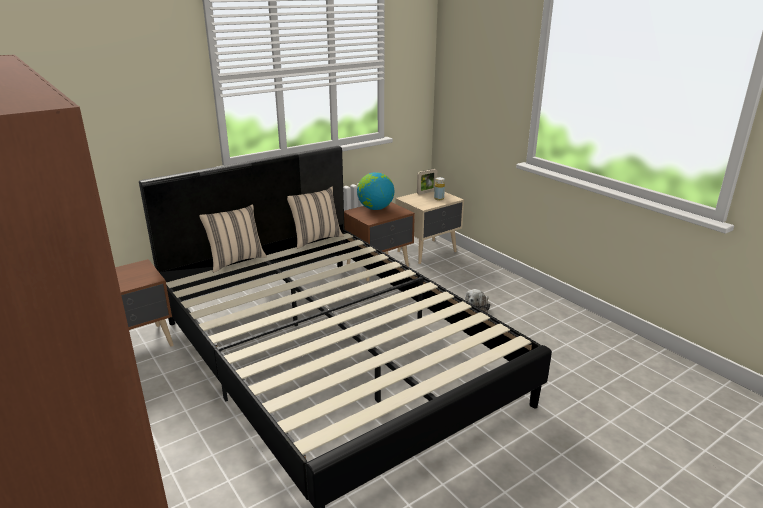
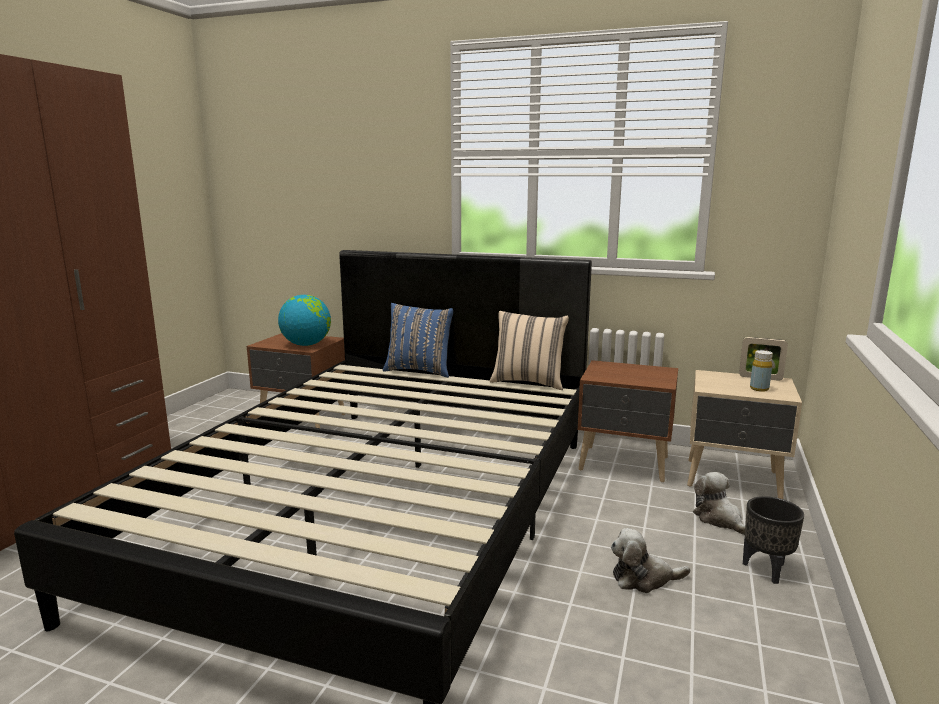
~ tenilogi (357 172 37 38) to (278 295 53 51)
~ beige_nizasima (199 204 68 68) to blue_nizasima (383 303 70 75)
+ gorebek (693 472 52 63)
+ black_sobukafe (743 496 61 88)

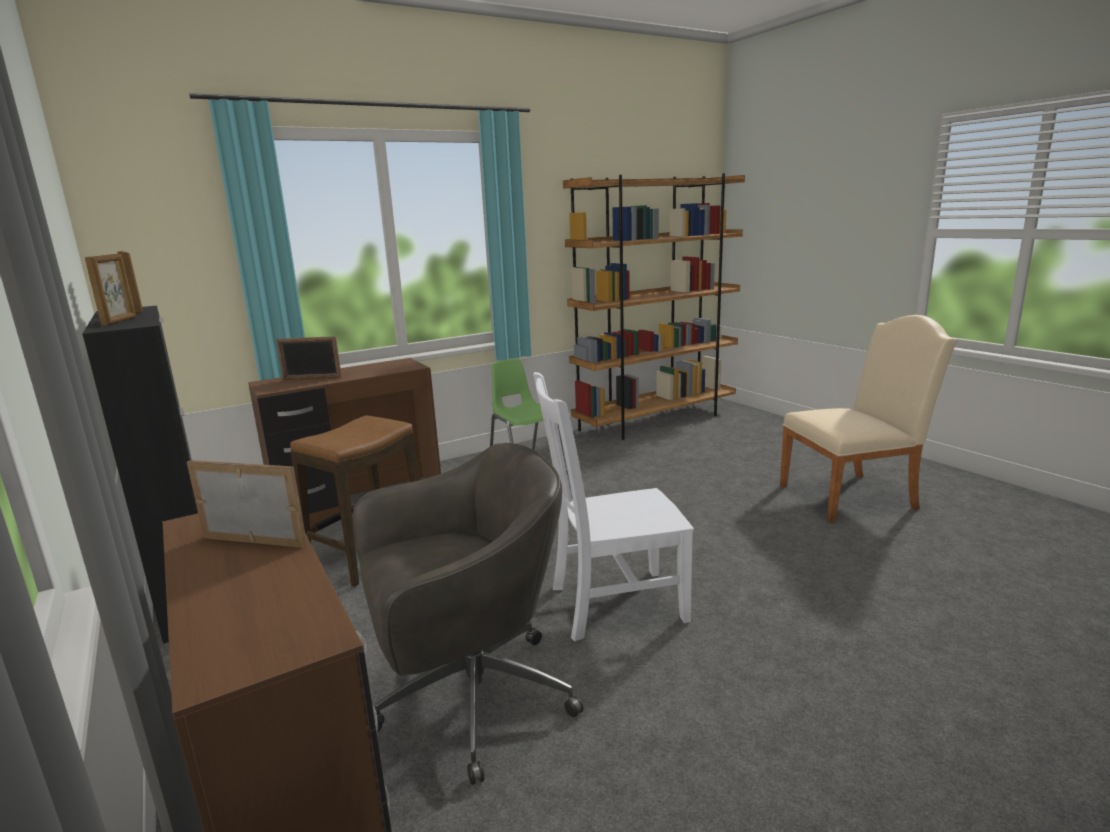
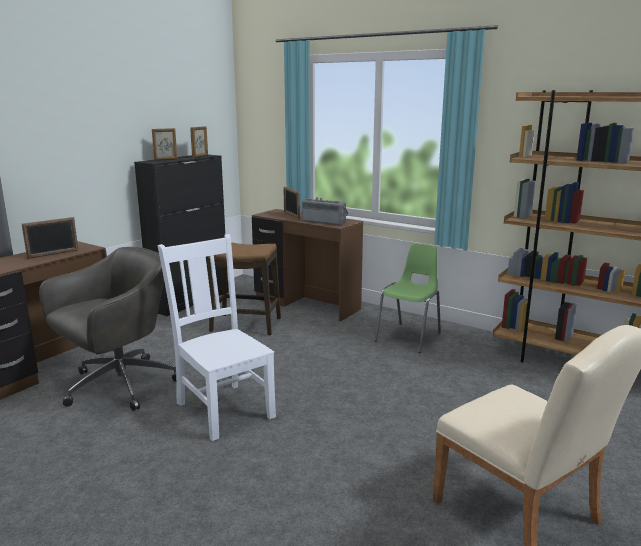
~ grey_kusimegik (352 443 231 342) = (39 247 137 164) 90 degrees counterclockwise
~ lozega (187 460 120 88) = (22 217 56 42) 60 degrees clockwise
+ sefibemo (302 197 46 29)

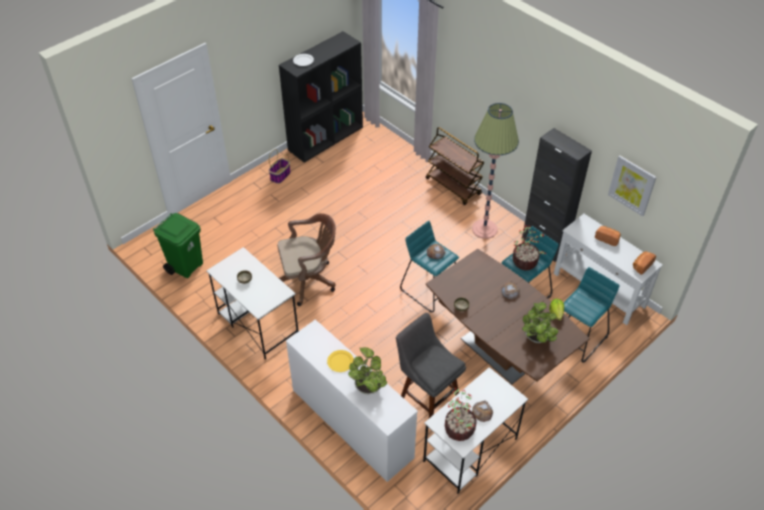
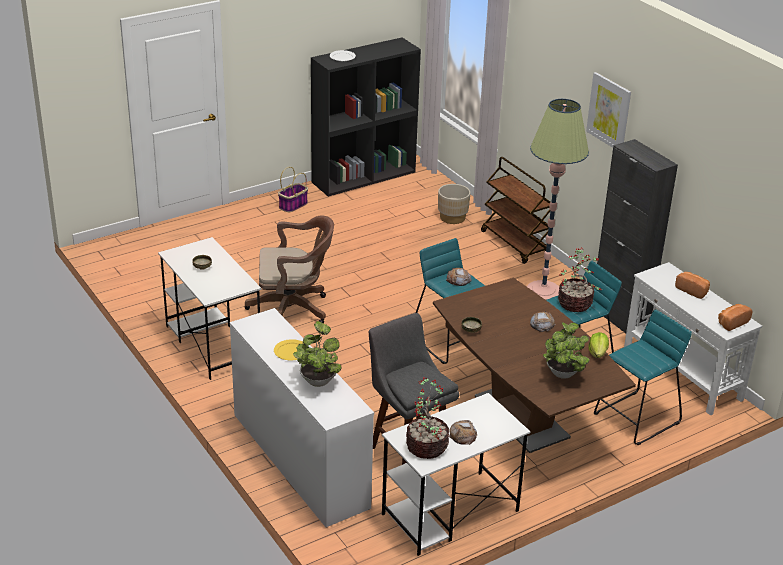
~ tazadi (608 156 48 60) to (586 72 45 76)
- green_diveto (153 213 50 65)
+ beige_sobukafe (438 184 32 40)

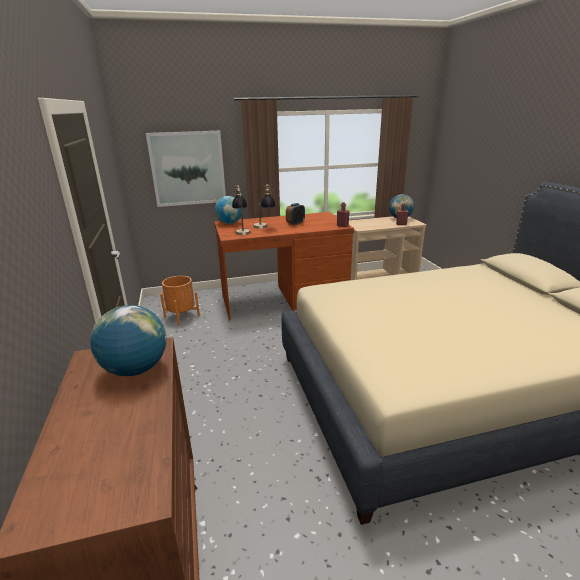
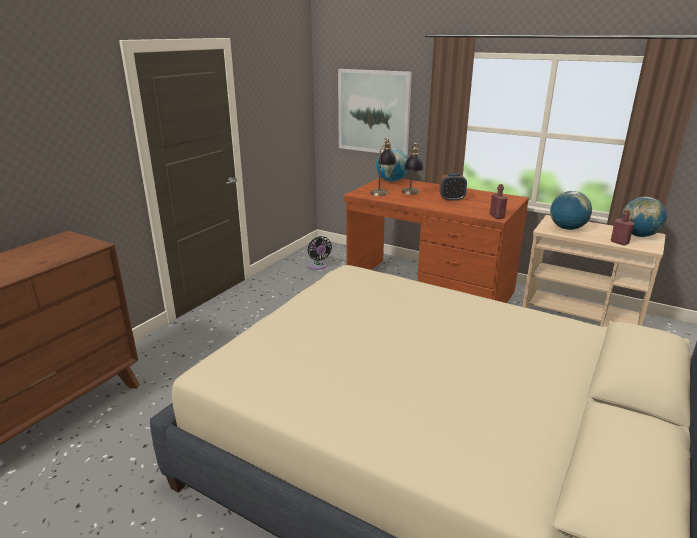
~ orange_sobukafe (160 276 40 49) to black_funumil (308 236 24 34)
~ tenilogi (90 305 77 71) to (550 191 42 39)

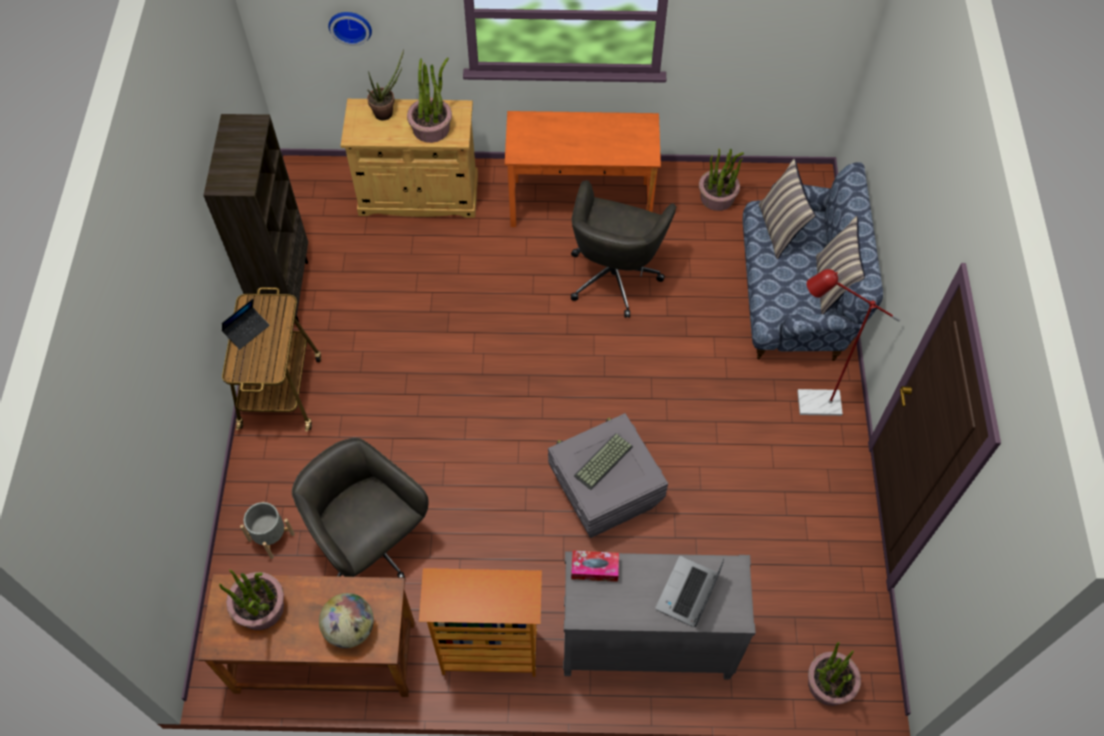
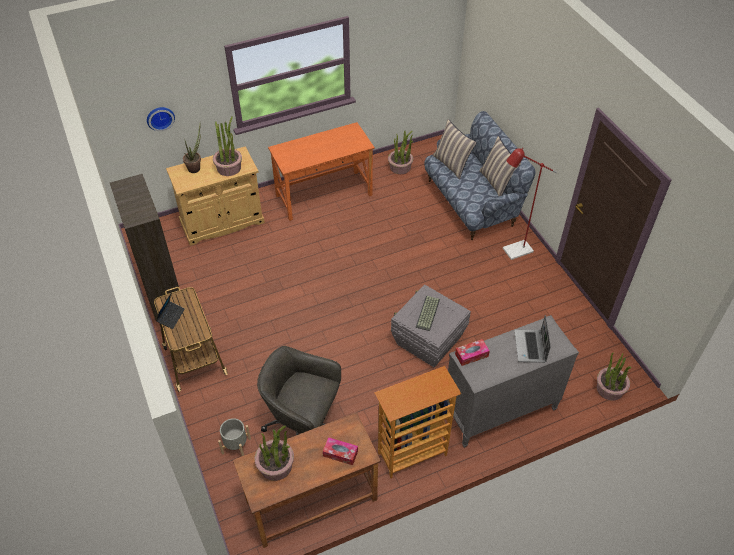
- grey_kusimegik (571 180 106 138)
~ tenilogi (319 593 55 55) to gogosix (323 437 35 28)

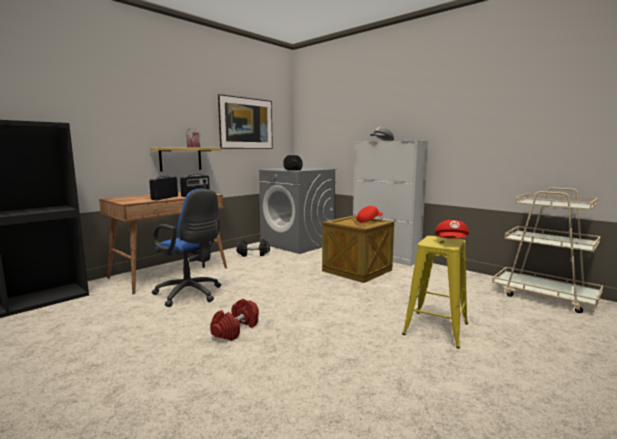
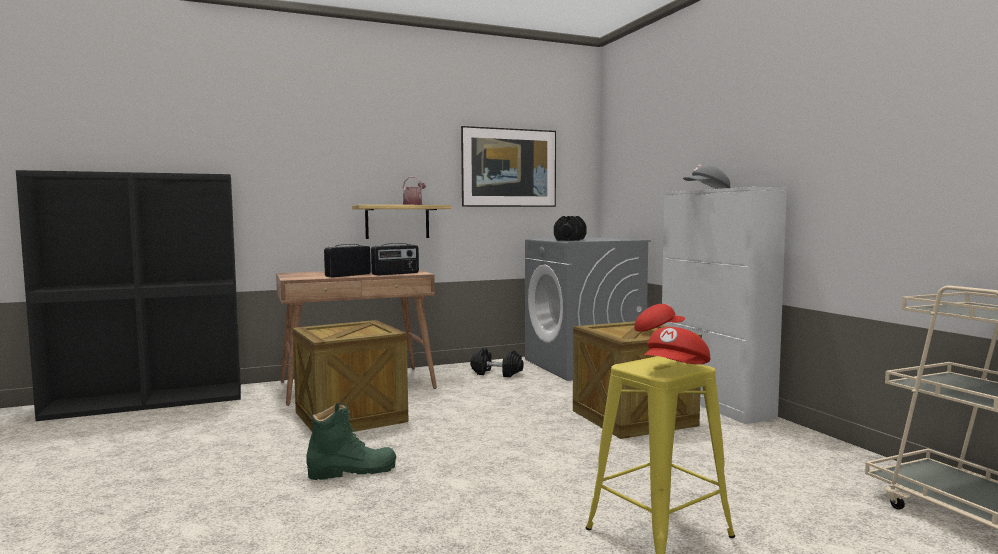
~ blue_kusimegik (152 189 69 118) to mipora (293 320 116 112)
~ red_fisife (210 299 49 42) to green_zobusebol (307 404 89 76)

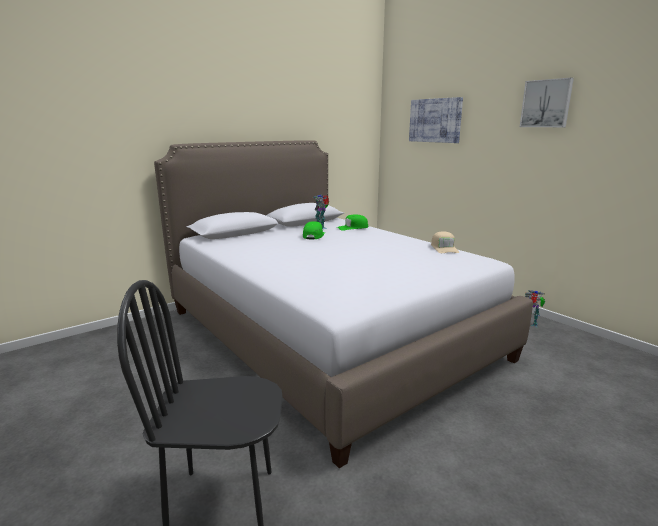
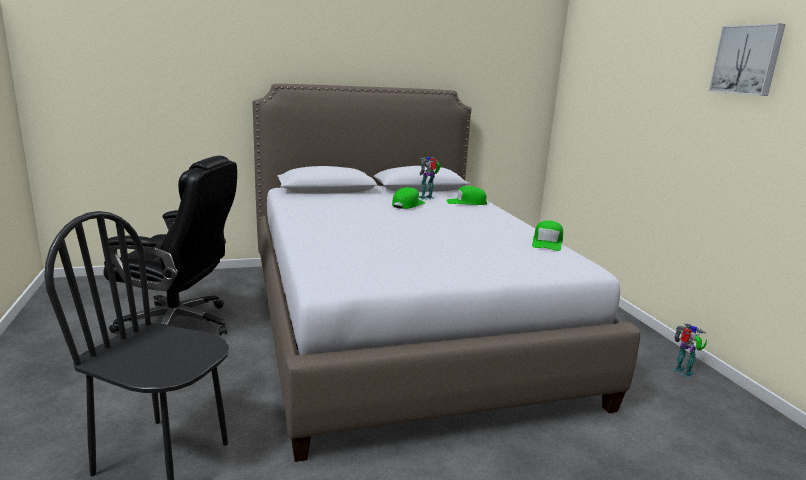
- tazadi (409 97 54 46)
~ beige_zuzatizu (431 232 28 21) to green_zuzatizu (532 220 31 31)
+ black_kusimegik (104 156 133 179)

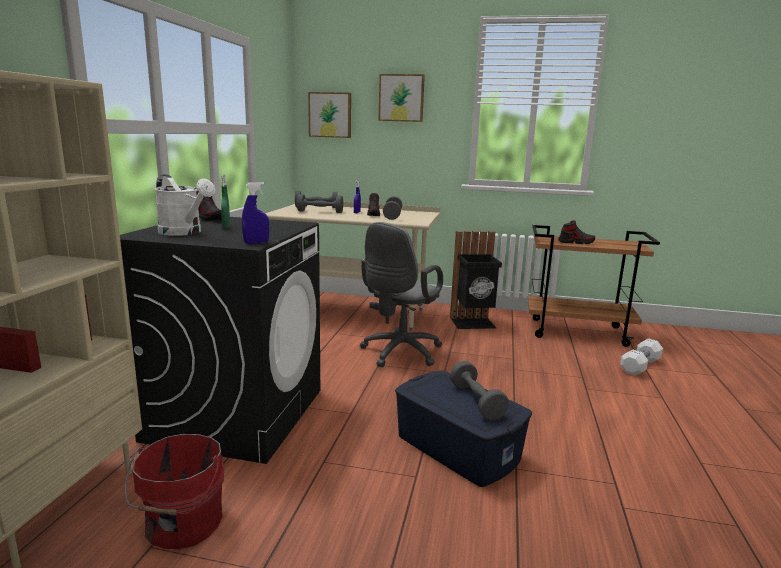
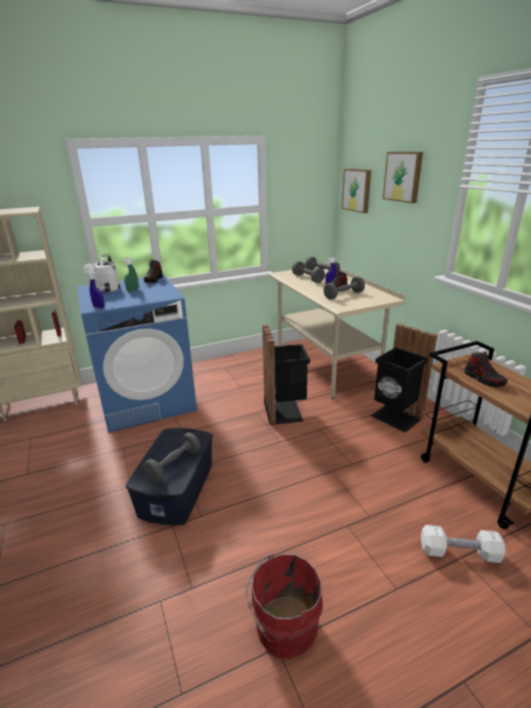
~ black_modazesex (120 217 200 247) to blue_modazesex (77 275 120 158)
~ grey_kusimegik (360 222 83 145) to black_diveto (262 325 48 100)
~ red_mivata (125 434 99 115) to (245 554 78 105)

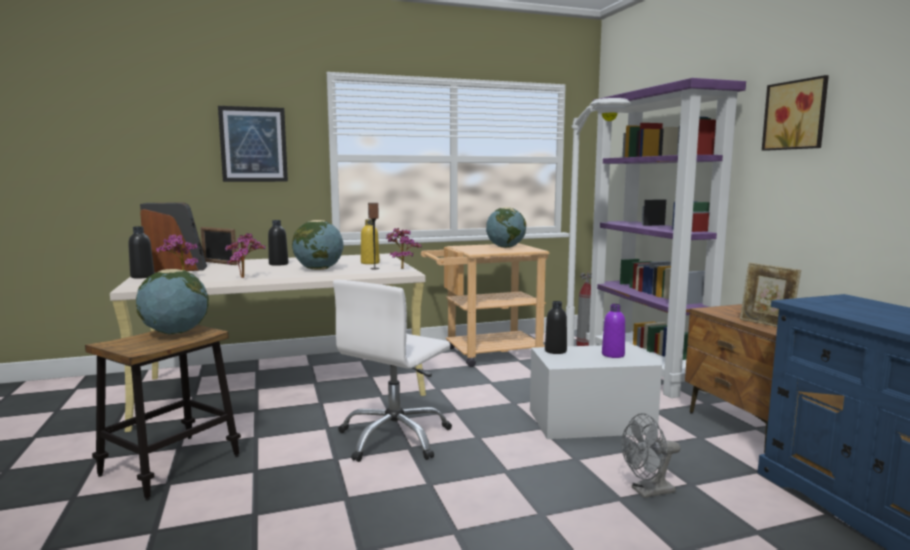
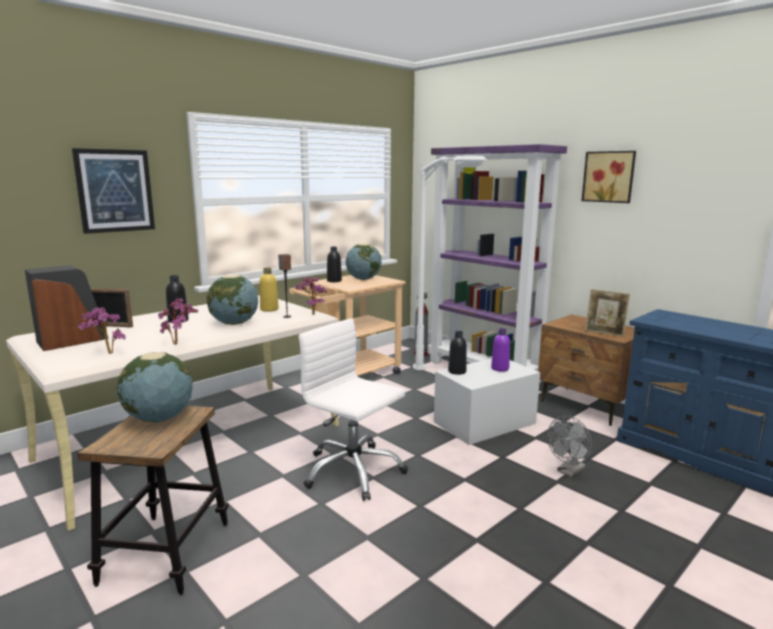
~ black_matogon (128 226 27 53) to (327 247 15 35)
~ white_kusimegik (333 280 119 182) = (299 319 109 182) 120 degrees clockwise

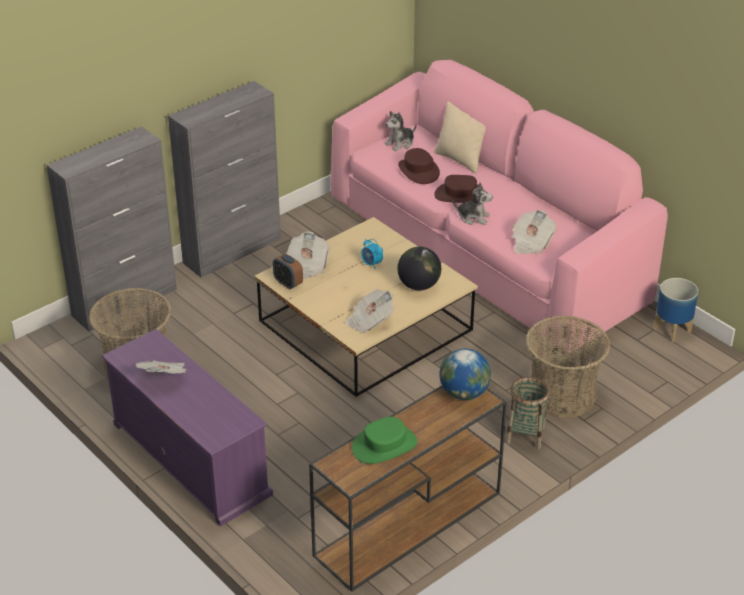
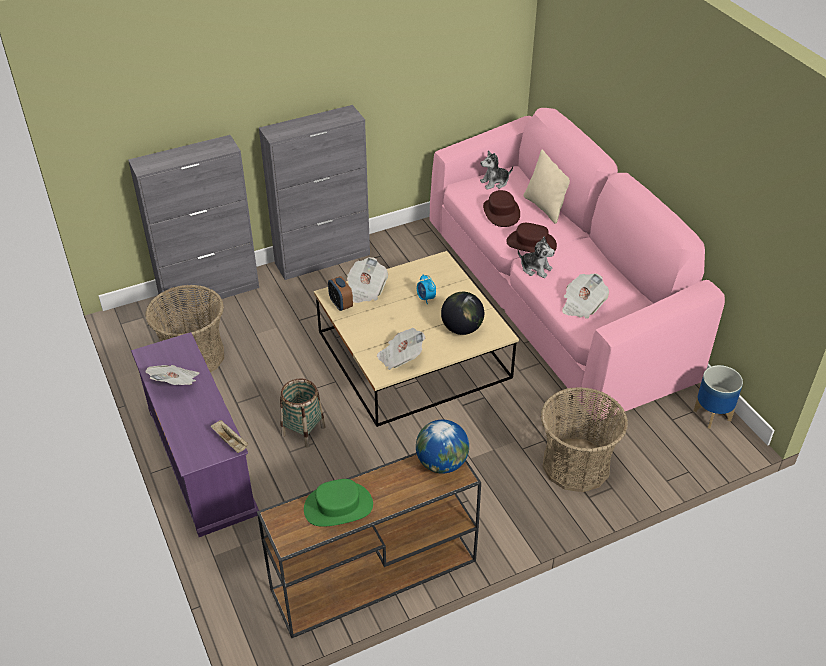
~ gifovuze (506 377 43 72) to (280 378 45 70)
+ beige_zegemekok (211 420 37 33)

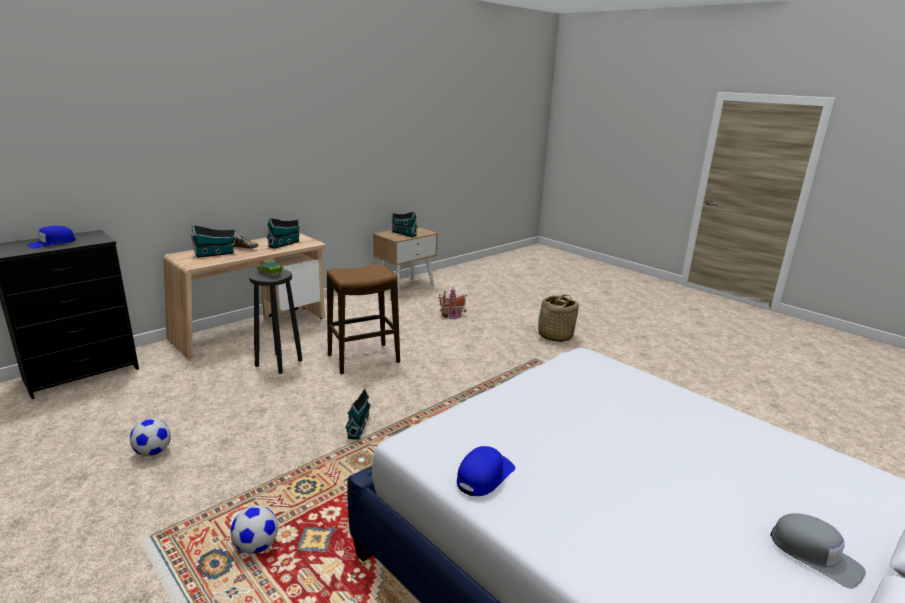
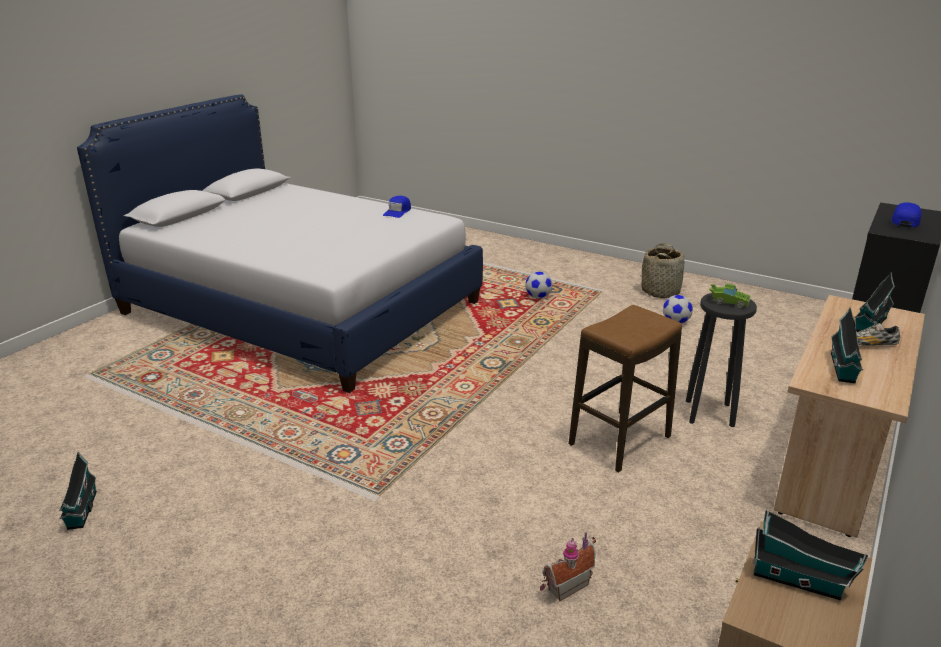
~ gifovuze (533 295 46 47) to (641 243 43 55)
~ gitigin (345 388 26 52) to (59 452 38 78)
- grey_zuzatizu (770 513 96 76)

